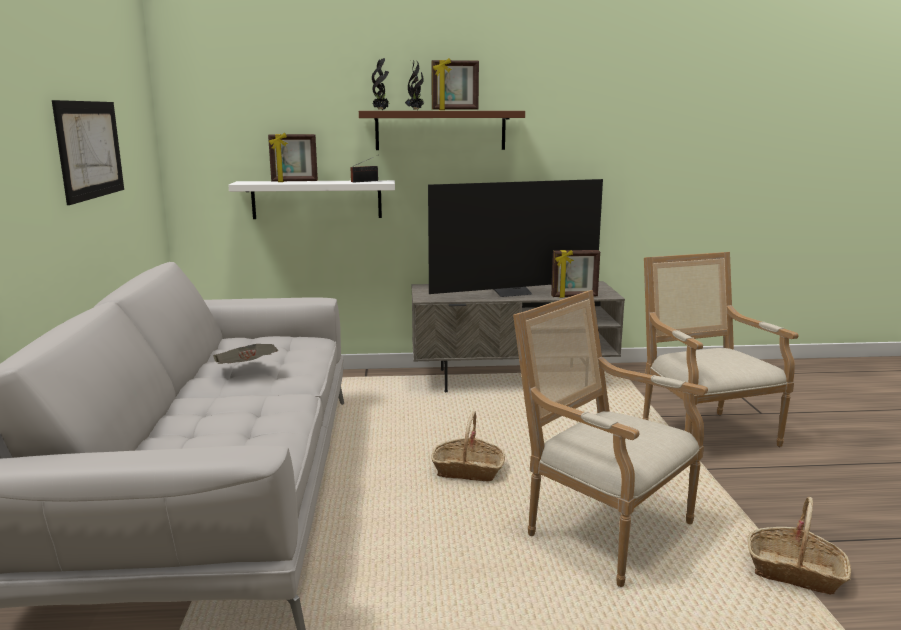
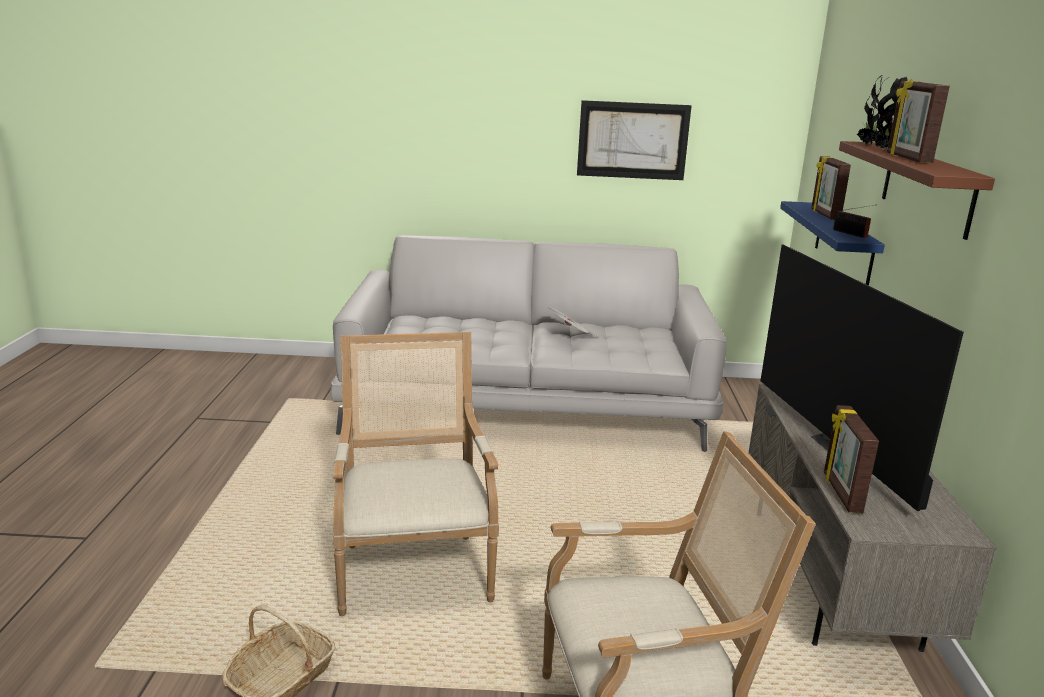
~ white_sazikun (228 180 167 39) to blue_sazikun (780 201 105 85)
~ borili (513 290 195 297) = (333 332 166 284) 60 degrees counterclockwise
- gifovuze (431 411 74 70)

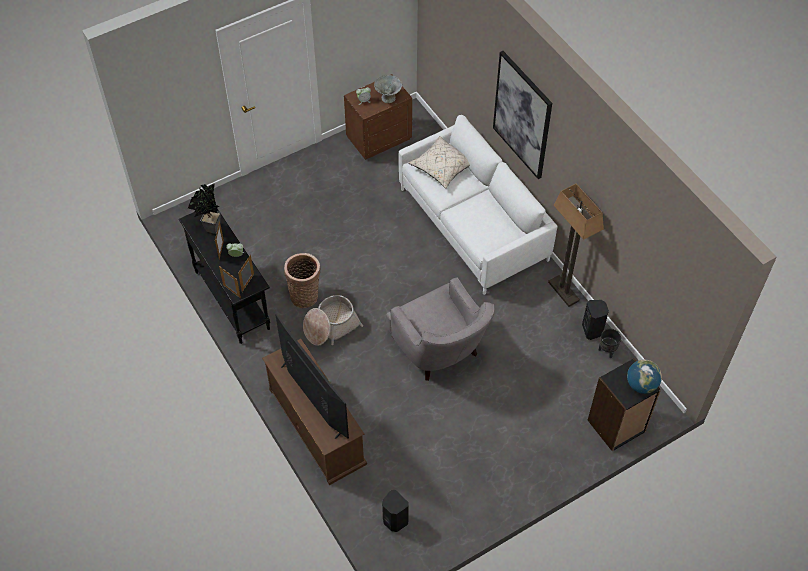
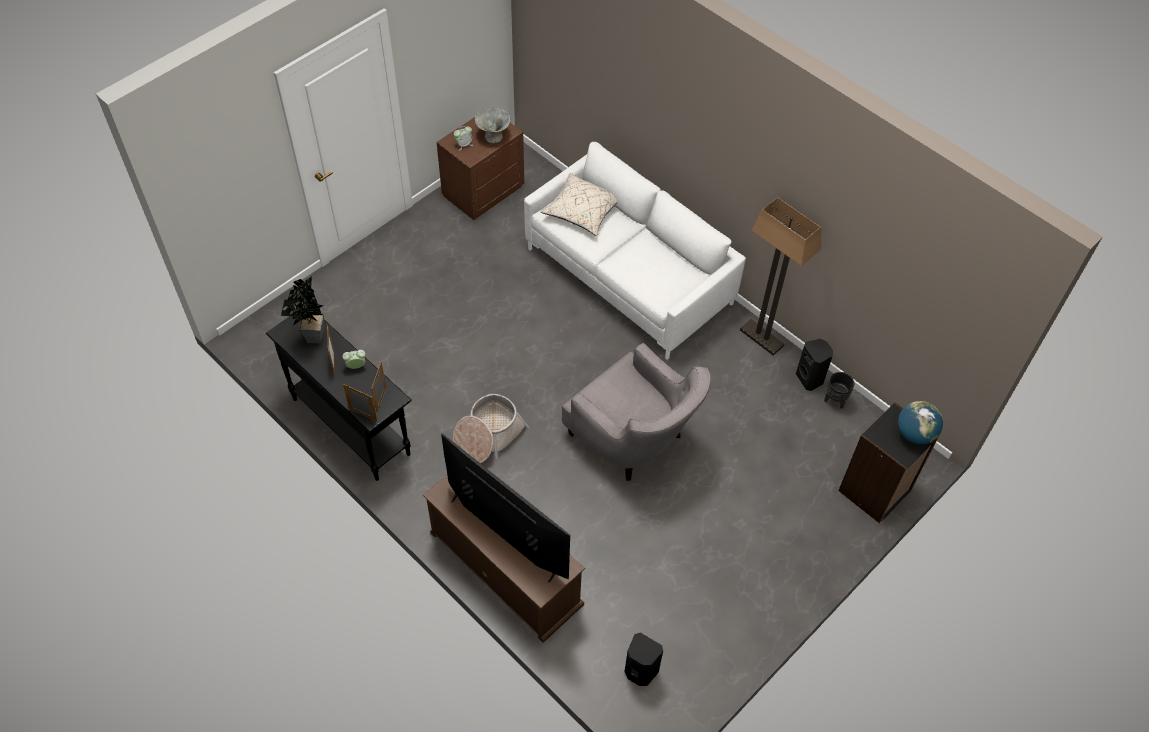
- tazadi (493 51 59 128)
- gifovuze (284 253 36 55)

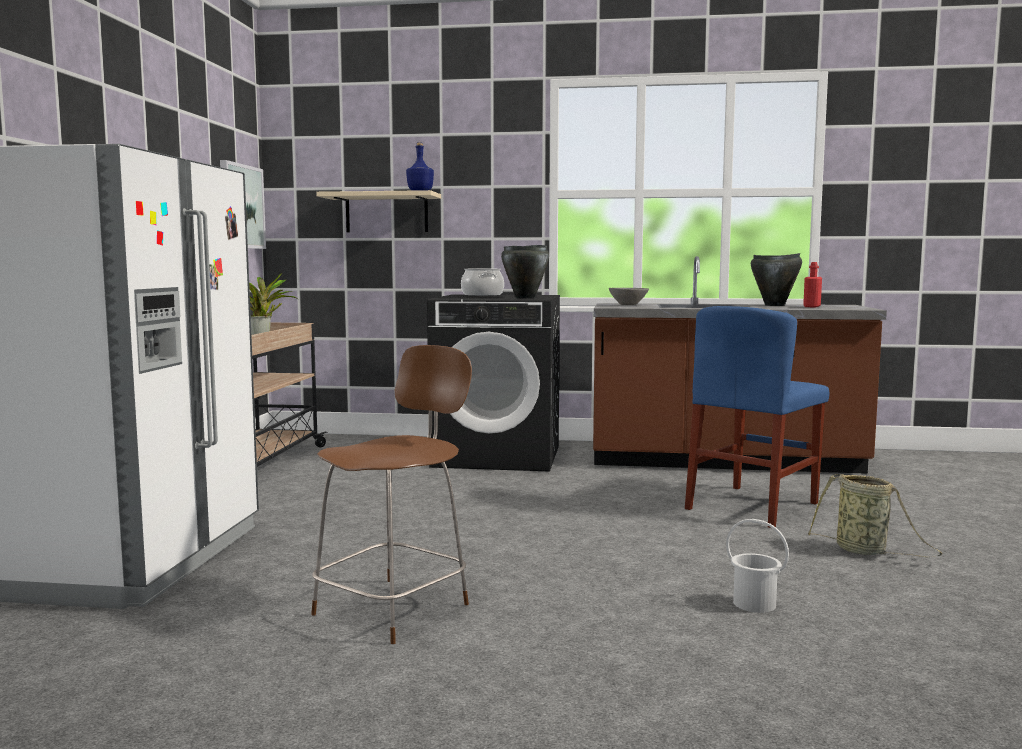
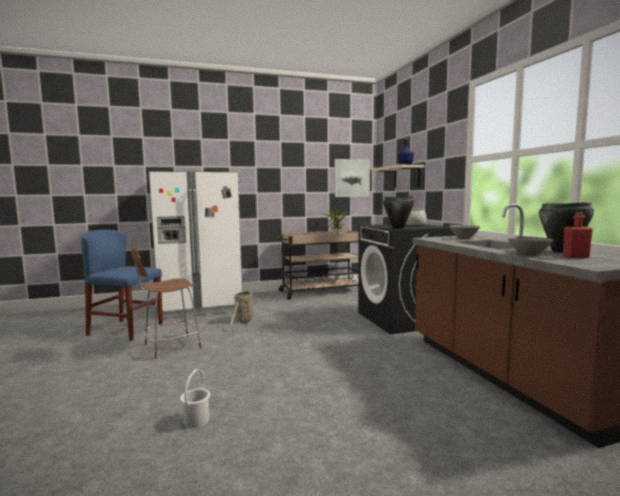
~ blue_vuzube (685 306 144 222) to (81 230 82 111)
~ brown_vuzube (311 345 161 299) = (131 247 70 112) 135 degrees clockwise
~ gifovuze (808 474 135 83) to (230 291 24 37)
+ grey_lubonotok (508 236 45 20)

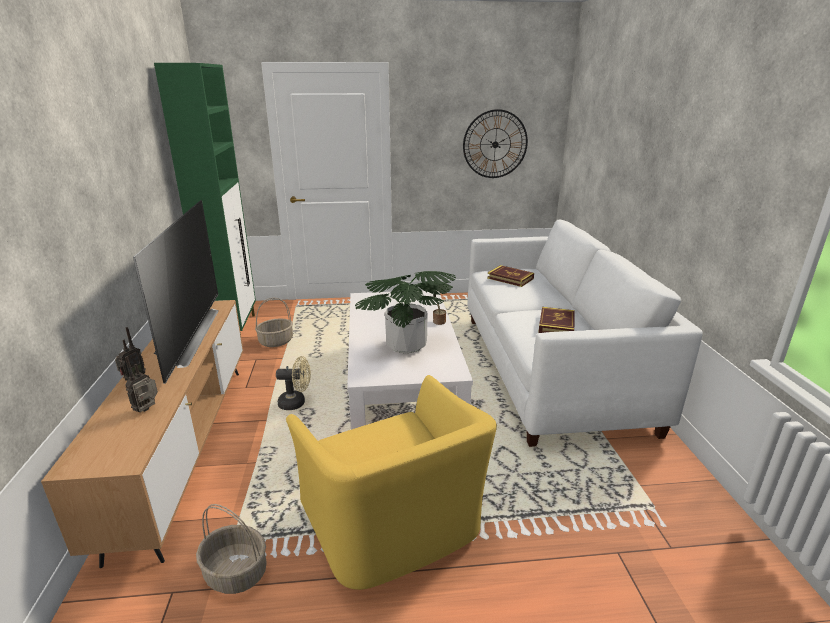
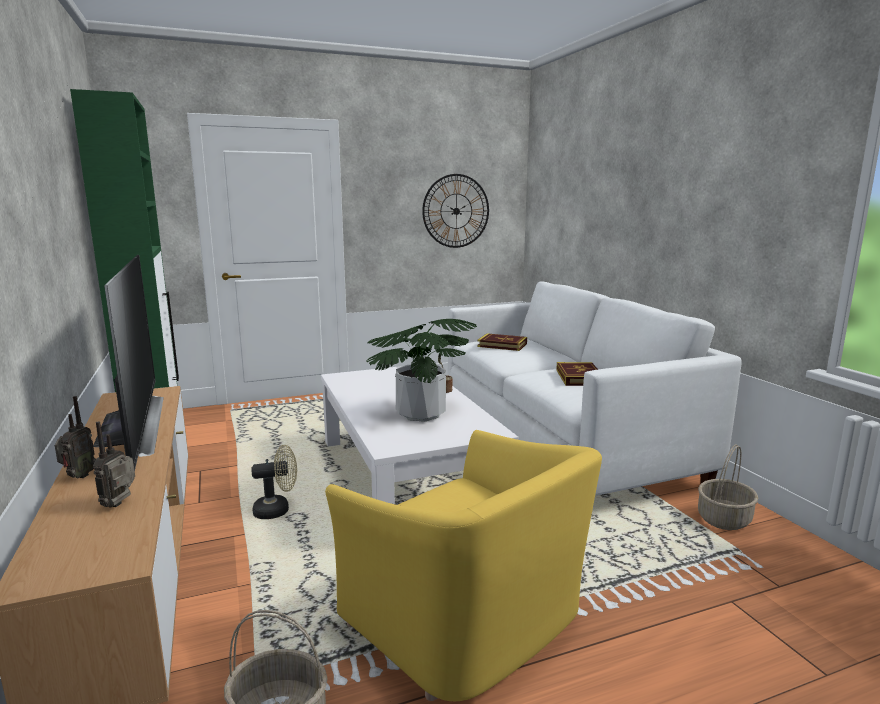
~ gifovuze (255 298 38 49) to (698 444 60 86)

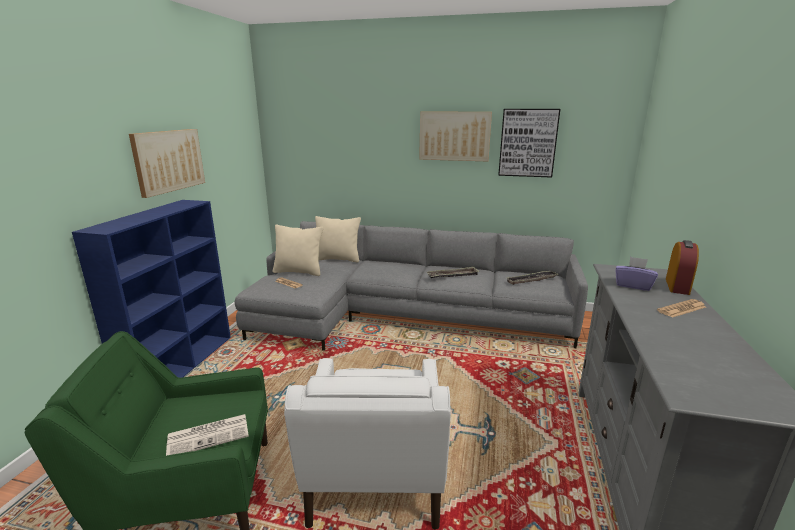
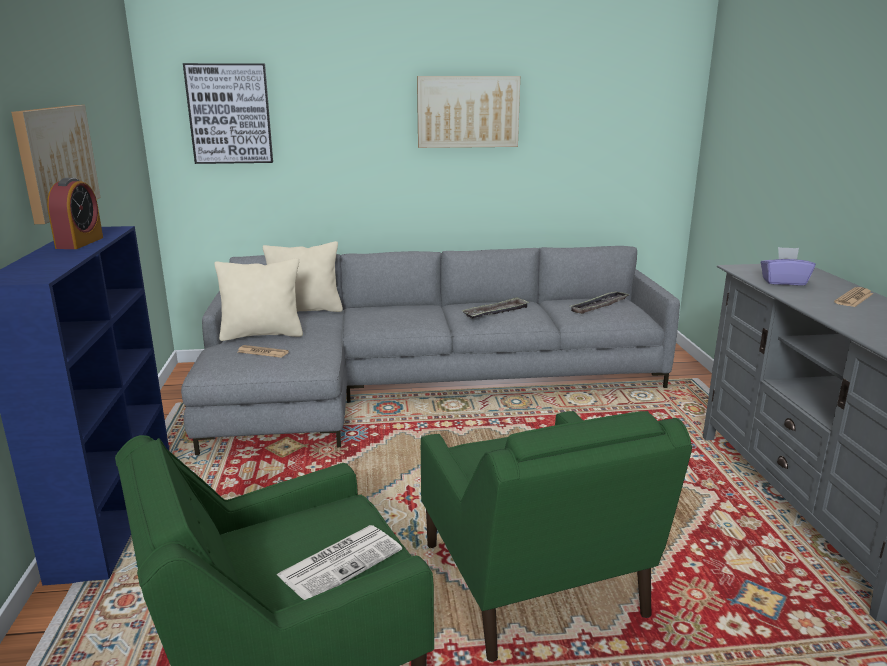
~ tazadi (498 109 62 69) to (183 63 90 101)
~ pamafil (666 240 33 55) to (47 178 56 71)
~ white_borili (284 358 167 172) to green_borili (421 411 271 251)

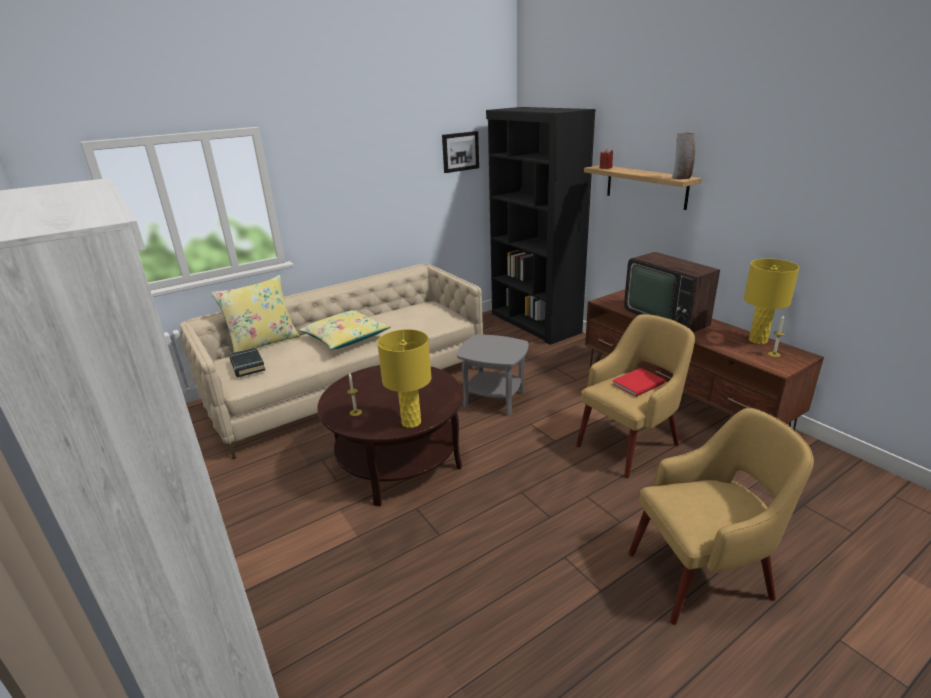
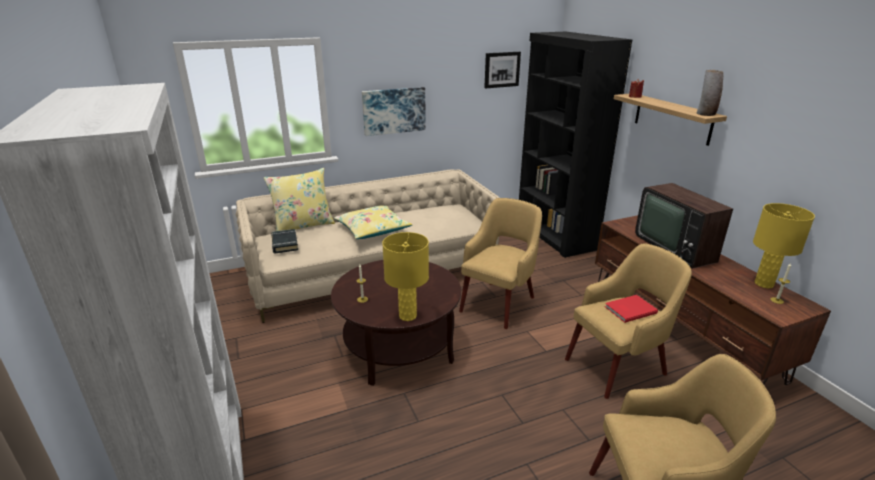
~ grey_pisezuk (457 334 72 82) to yellow_borili (459 198 83 131)
+ tazadi (362 87 64 49)

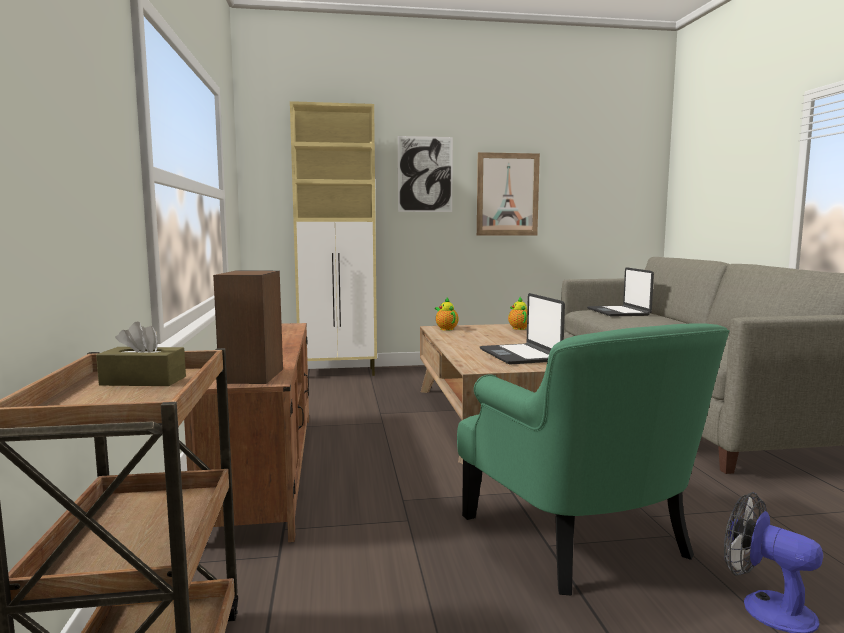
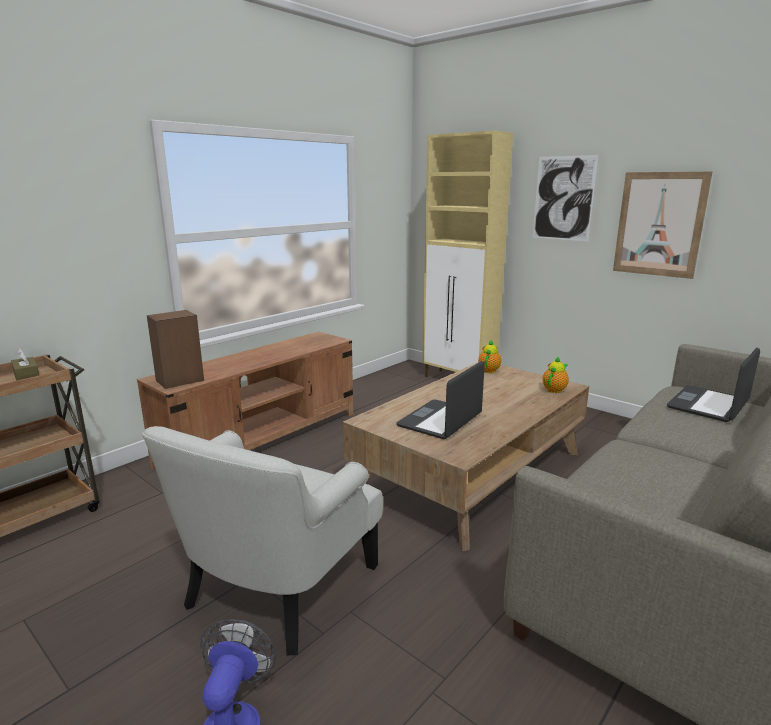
~ green_borili (457 323 273 272) to white_borili (142 426 241 229)

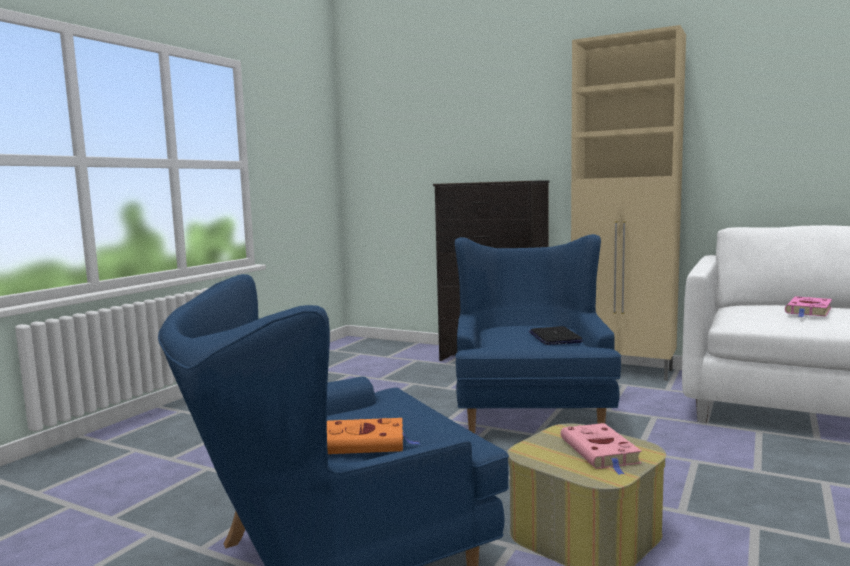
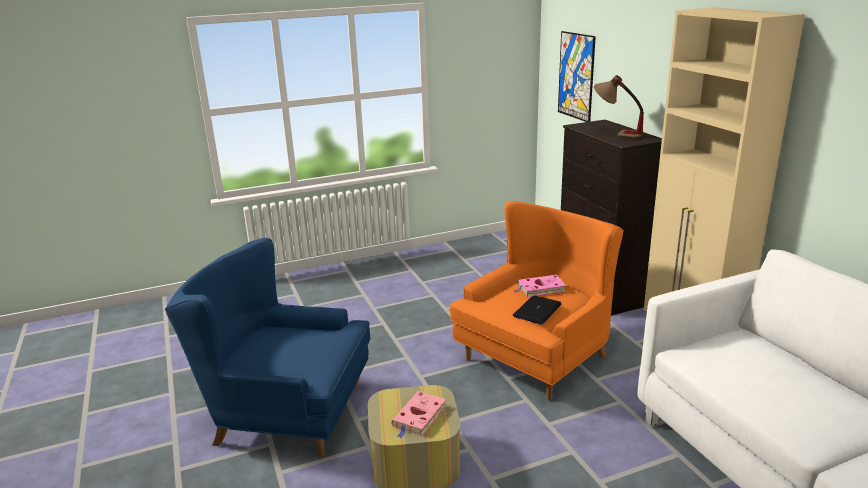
~ blue_borili (455 234 166 199) to orange_borili (450 201 174 200)
~ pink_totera (785 296 47 21) to (514 275 52 22)
- orange_totera (327 418 93 36)
+ tazadi (558 31 38 91)
+ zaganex (594 75 51 64)

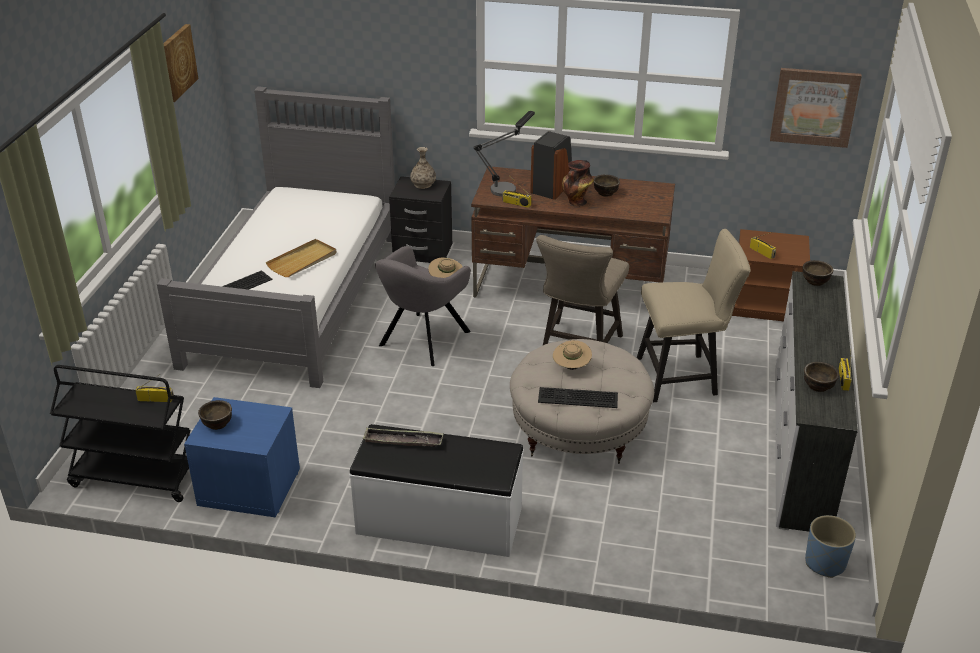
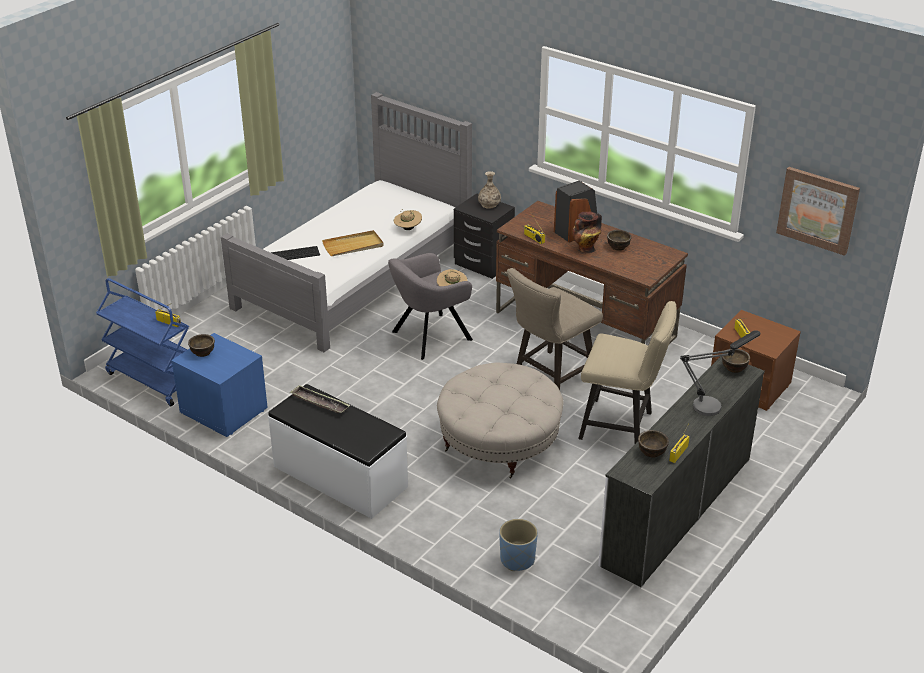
- tazadi (163 24 35 78)
~ zaganex (473 111 62 85) to (680 330 80 86)
~ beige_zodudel (553 340 39 30) to (394 209 28 21)
~ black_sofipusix (50 365 140 137) to blue_sofipusix (96 278 93 128)
- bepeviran (538 387 80 21)
~ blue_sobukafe (805 515 51 63) to (499 519 39 52)

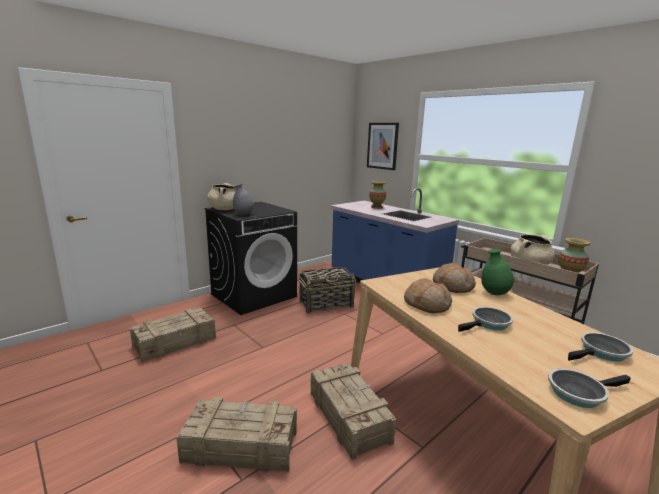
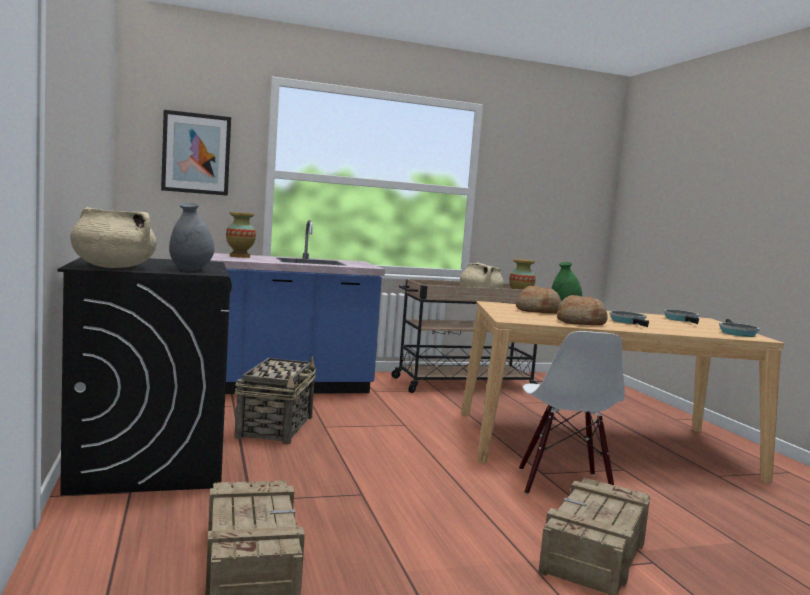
~ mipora (311 363 85 97) to white_vuzube (519 331 106 164)

